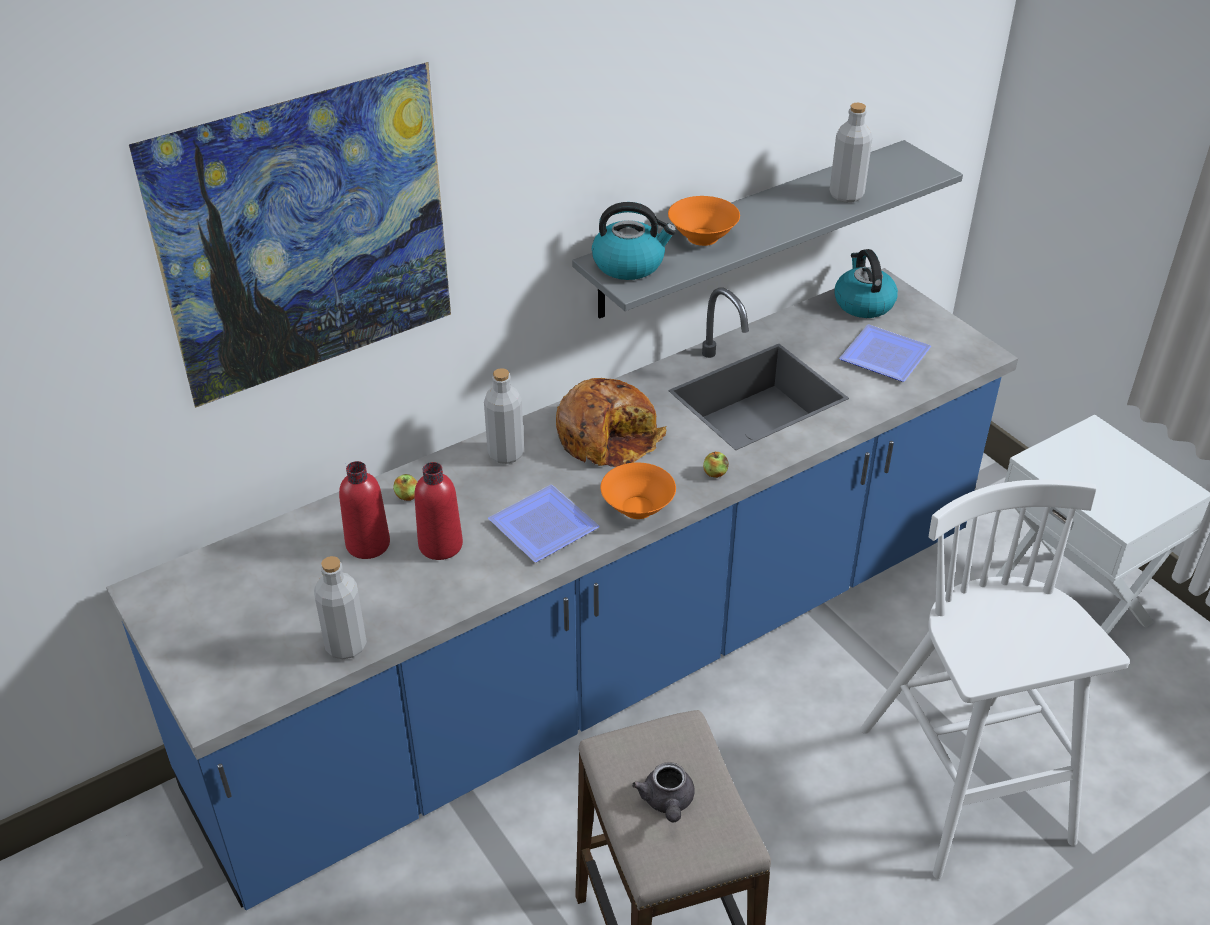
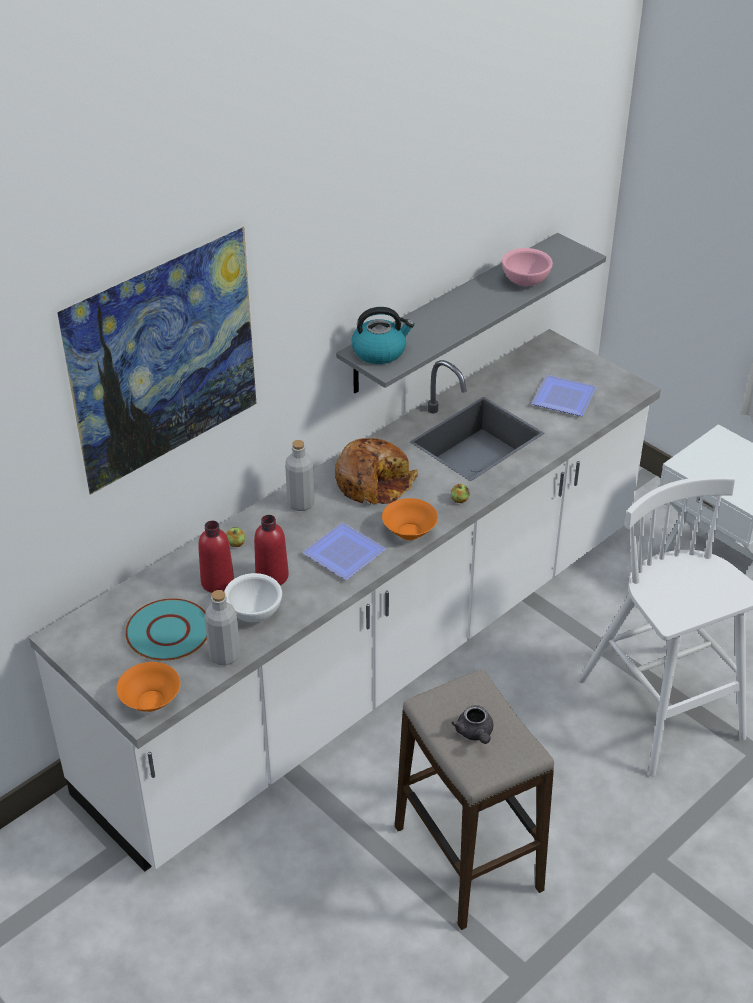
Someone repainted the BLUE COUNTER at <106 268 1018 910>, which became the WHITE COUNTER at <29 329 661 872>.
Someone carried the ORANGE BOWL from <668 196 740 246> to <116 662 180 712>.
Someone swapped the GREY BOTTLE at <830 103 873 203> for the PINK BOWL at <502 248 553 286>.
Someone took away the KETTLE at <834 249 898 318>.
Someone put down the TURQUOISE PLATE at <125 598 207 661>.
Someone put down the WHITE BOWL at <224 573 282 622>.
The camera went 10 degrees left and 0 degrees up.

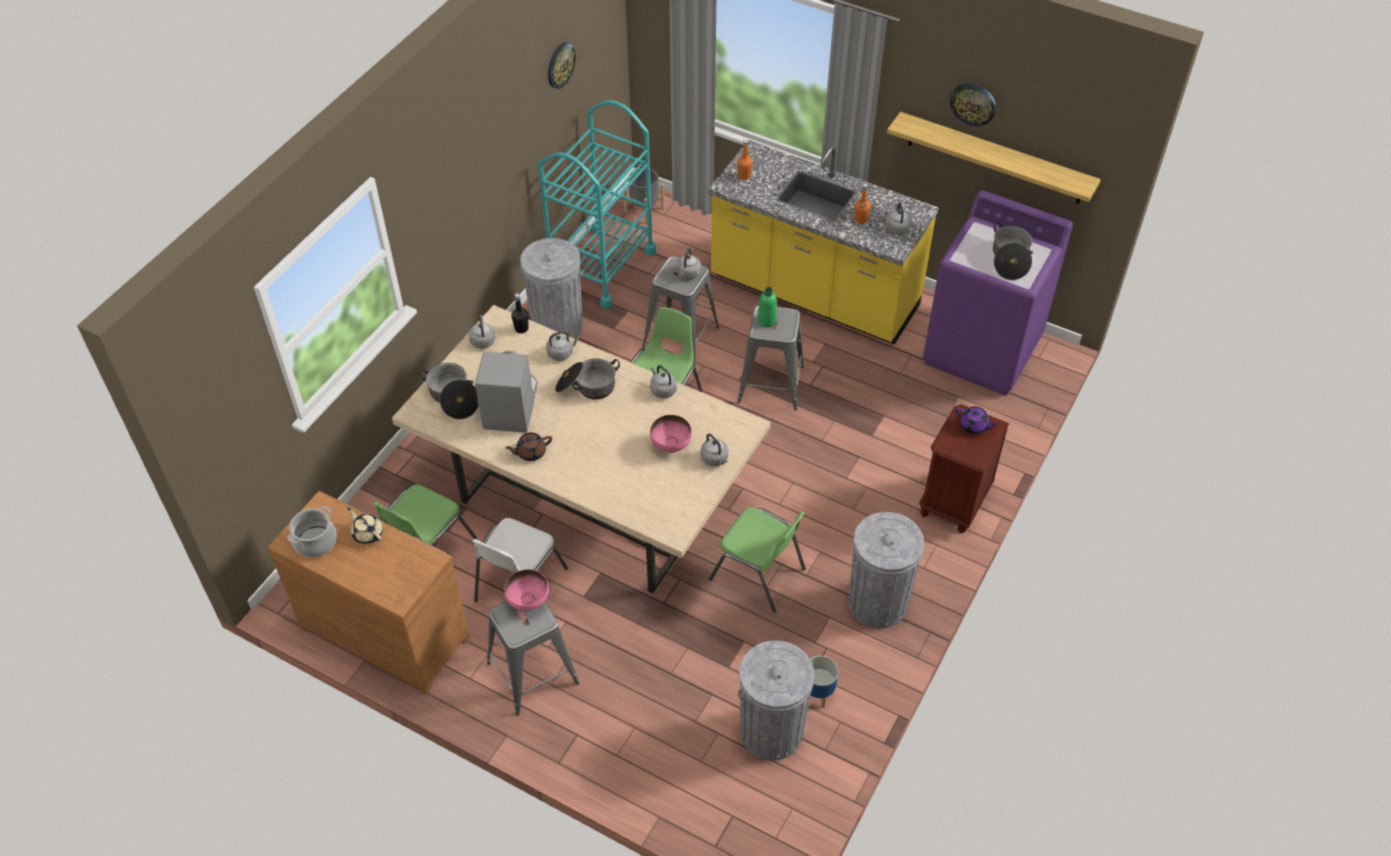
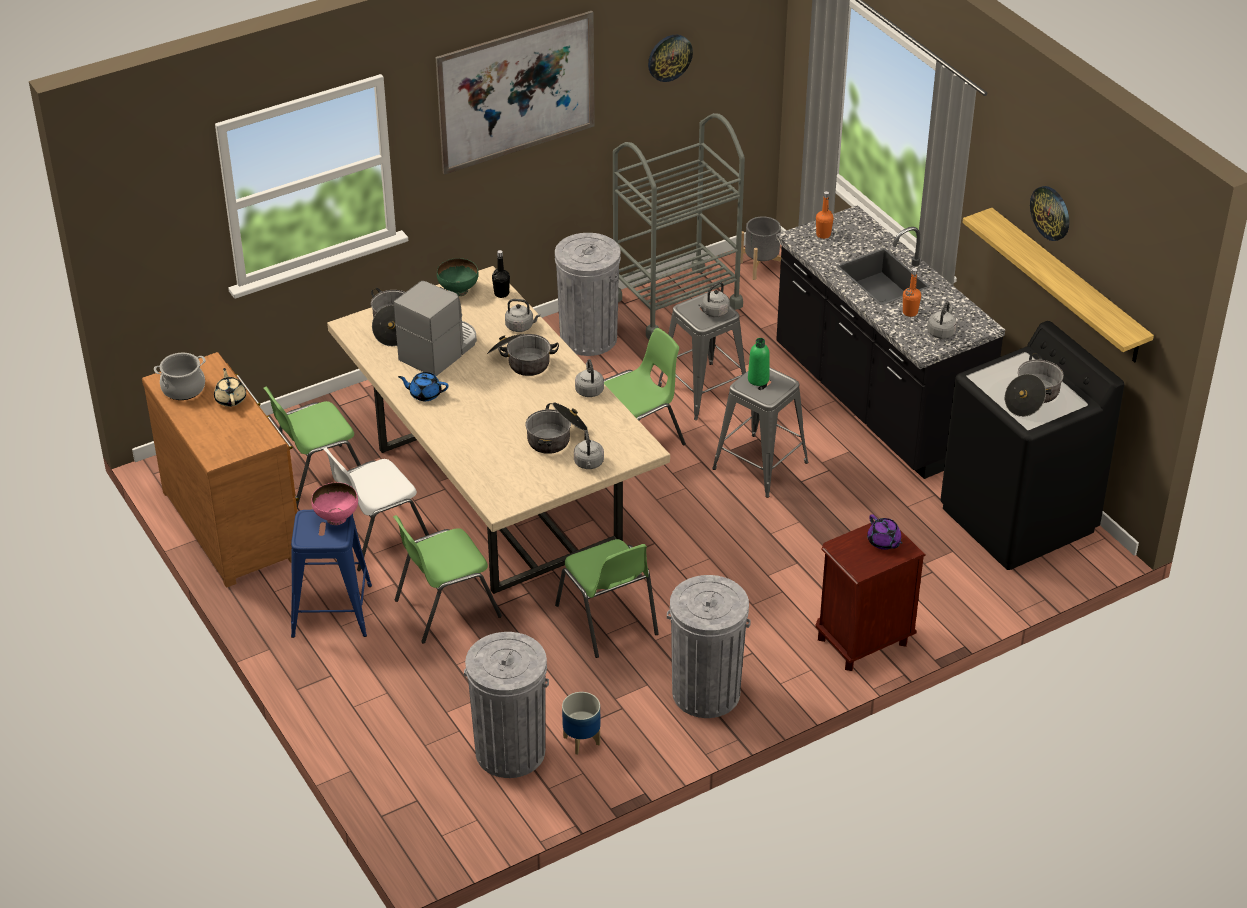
Someone swapped the GREY KETTLE at <469 315 495 349> for the GREEN BOWL at <437 258 479 296>.
Someone repainted the GREY STOOL at <487 600 579 715>, which became the BLUE STOOL at <291 510 372 638>.
Someone repainted the BROWN TEAPOT at <505 432 552 461>, which became the BLUE TEAPOT at <398 372 449 401>.
Someone repainted the TURQUOISE CART at <538 100 656 309>, which became the GREY CART at <613 113 745 339>.
Someone swapped the PINK BOWL at <650 415 692 453> for the COOKING POT at <525 403 588 454>.
Someone repainted the YELLOW COUNTER at <708 140 939 345>, which became the BLACK COUNTER at <776 205 1005 479>.
Someone repainted the PURPLE WASHING MACHINE at <923 190 1073 395>, which became the BLACK WASHING MACHINE at <940 321 1124 570>.
Someone put down the GREEN CHAIR at <393 515 502 644>.
Someone put up the PICTURE at <436 11 595 175>.
The camera went 30 degrees right and 10 degrees down.

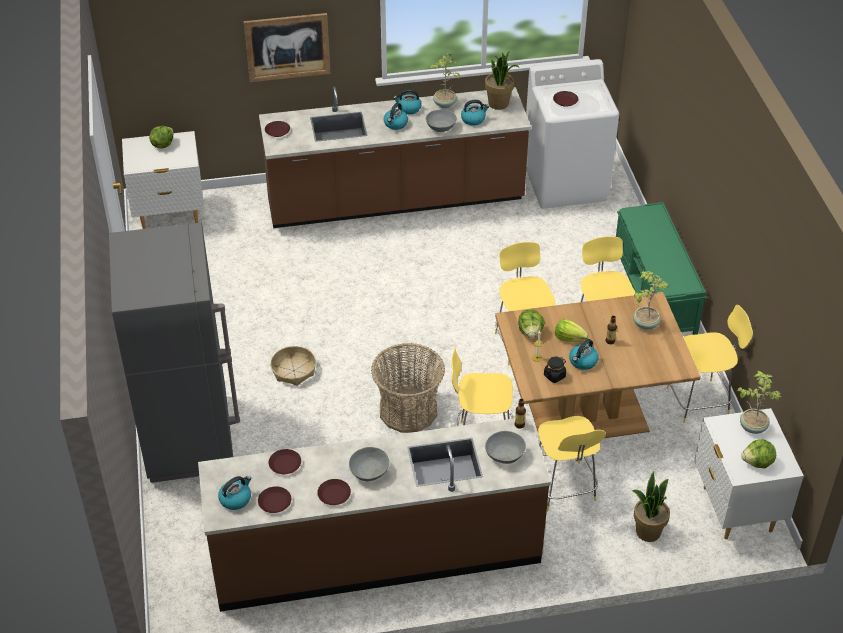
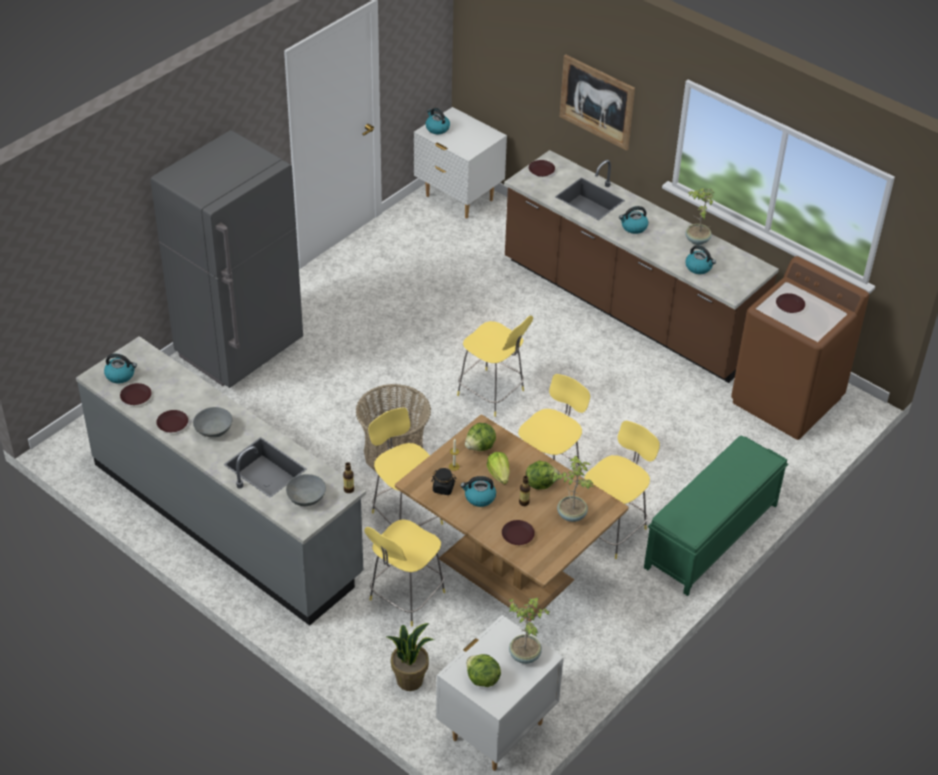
Someone carried the LETTUCE from <149 126 174 149> to <526 461 560 490>.
Someone repainted the BROWN COUNTER at <198 416 551 612>, which became the GREY COUNTER at <76 336 366 626>.
Someone carried the BROWN PLATE from <269 449 301 474> to <502 520 535 545>.
Someone took away the BASKET at <270 346 316 386>.
Someone carried the KETTLE from <393 89 422 115> to <426 108 450 134>.
Someone took away the GREY BOWL at <426 110 457 132>.
Someone took away the POTTED PLANT at <485 51 519 110>.
Someone repainted the WHITE WASHING MACHINE at <526 59 619 209>, which became the BROWN WASHING MACHINE at <731 256 869 440>.
Someone carried the YELLOW STOOL from <666 305 753 423> to <457 315 533 417>.
The camera went 50 degrees right and 0 degrees up.

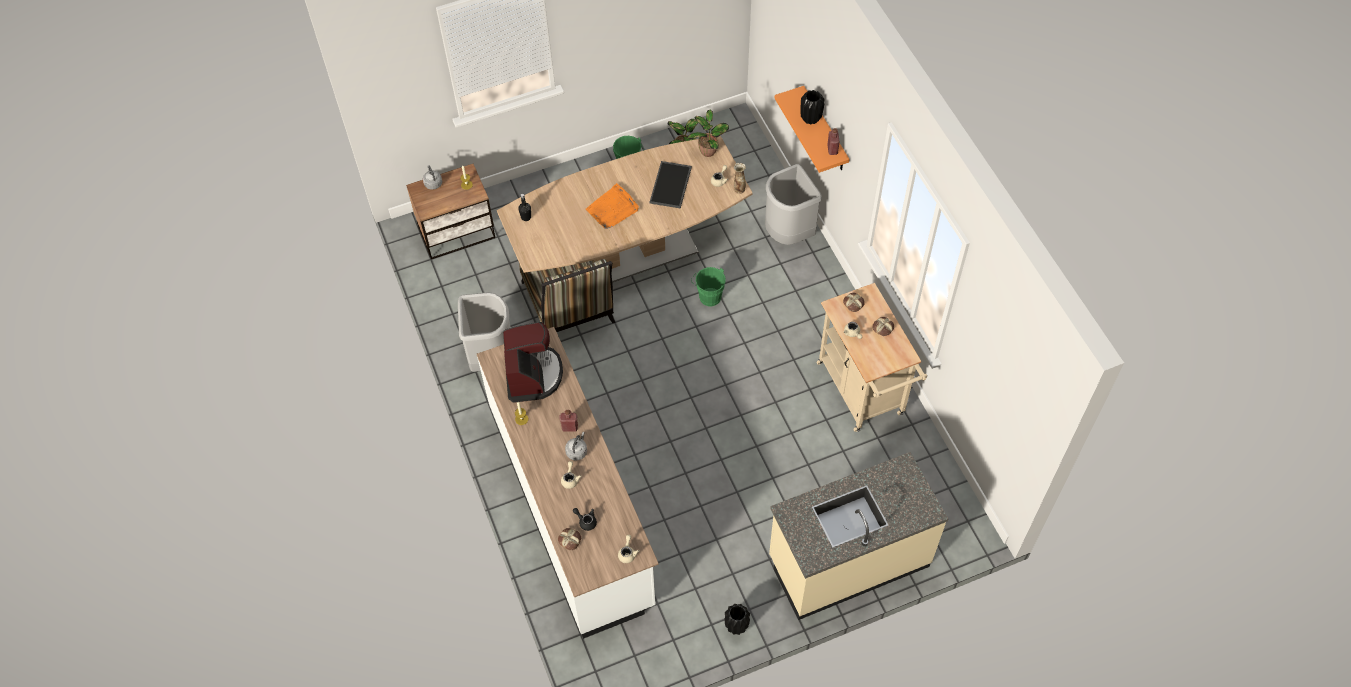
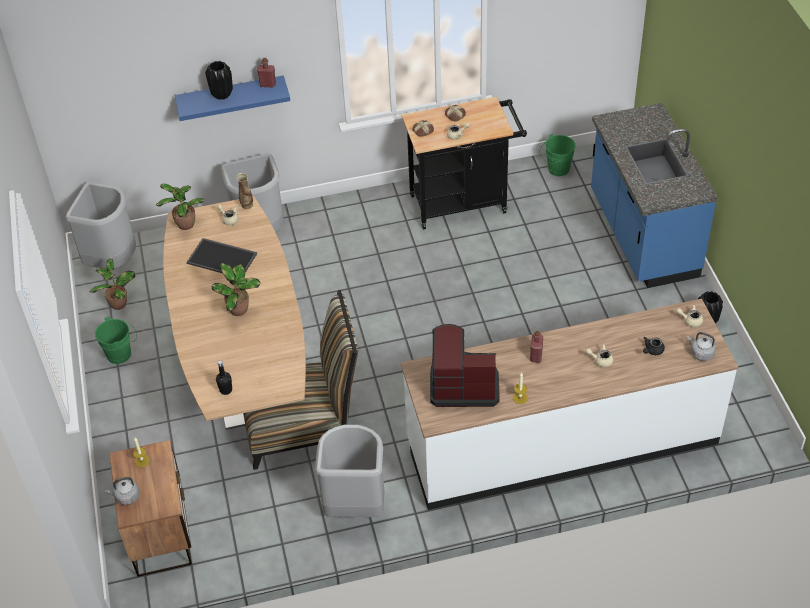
Someone took away the BREAD at <558 528 581 550>.
Someone carried the GREY KETTLE from <565 432 587 461> to <687 332 716 361>.
Someone swapped the ORANGE TRAY at <586 183 639 229> for the POTTED PLANT at <212 263 261 316>.
Someone carried the GREEN BUCKET from <691 267 726 306> to <540 134 576 176>.
Someone repainted the BEIGE COUNTER at <769 452 948 620>, which became the BLUE COUNTER at <591 103 718 288>.
Someone repainted the ORANGE SHELF at <774 86 850 173>, which became the BLUE SHELF at <175 75 290 121>.
Someone repainted the BEIGE CART at <817 283 927 432>, which became the BLACK CART at <402 97 527 229>.
Someone put down the GREY TRASH CAN at <66 182 136 269>.
The camera went 80 degrees left and 10 degrees down.

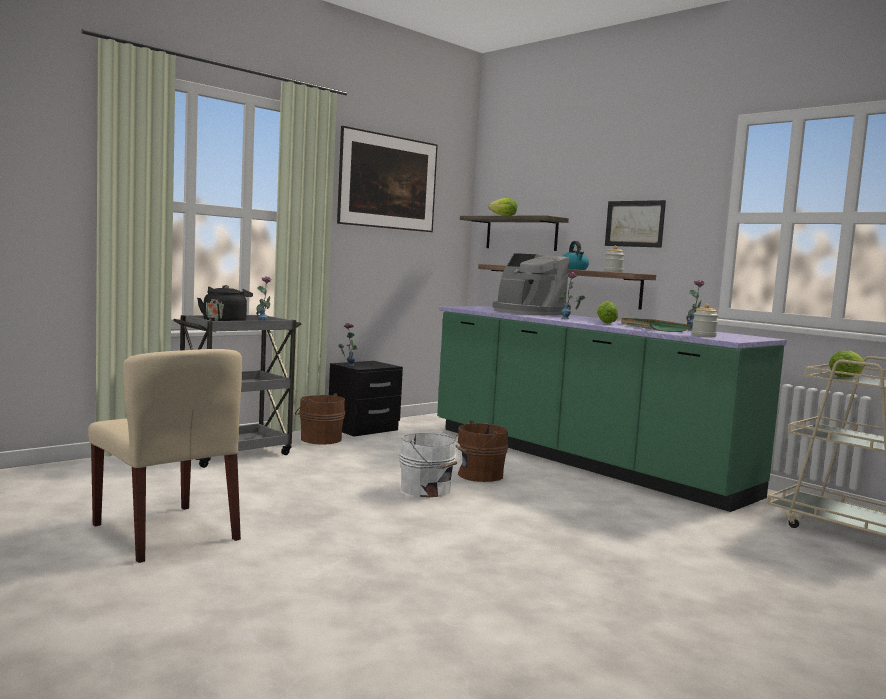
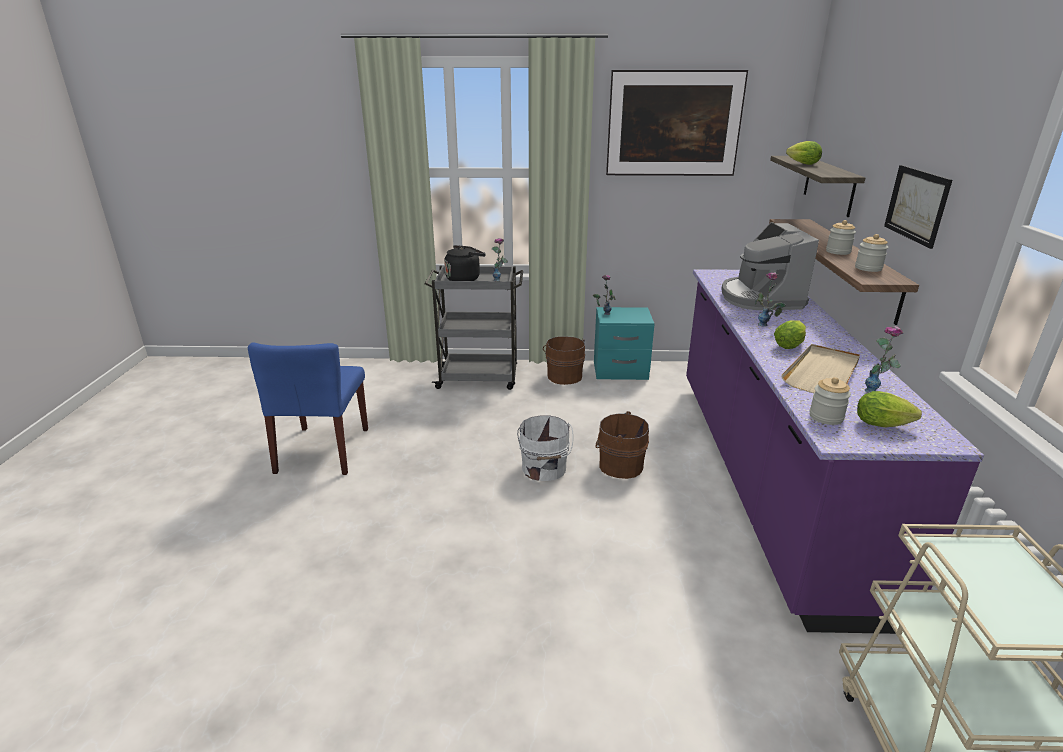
Someone repainted the BEIGE CHAIR at <88 349 242 563>, which became the BLUE CHAIR at <248 342 368 475>.
Someone repainted the BLACK NIGHTSTAND at <329 361 403 436>, which became the TURQUOISE NIGHTSTAND at <594 307 654 380>.
Someone repainted the GREEN COUNTER at <437 306 786 512>, which became the PURPLE COUNTER at <686 269 984 634>.
Someone swapped the KETTLE at <562 241 589 270> for the JAR at <826 220 856 255>.
Someone repainted the GREEN TRAY at <621 318 692 332>, which became the BEIGE TRAY at <781 344 860 393>.
Someone carried the LETTUCE from <829 351 866 378> to <857 391 922 427>.
The camera went 45 degrees right and 20 degrees up.

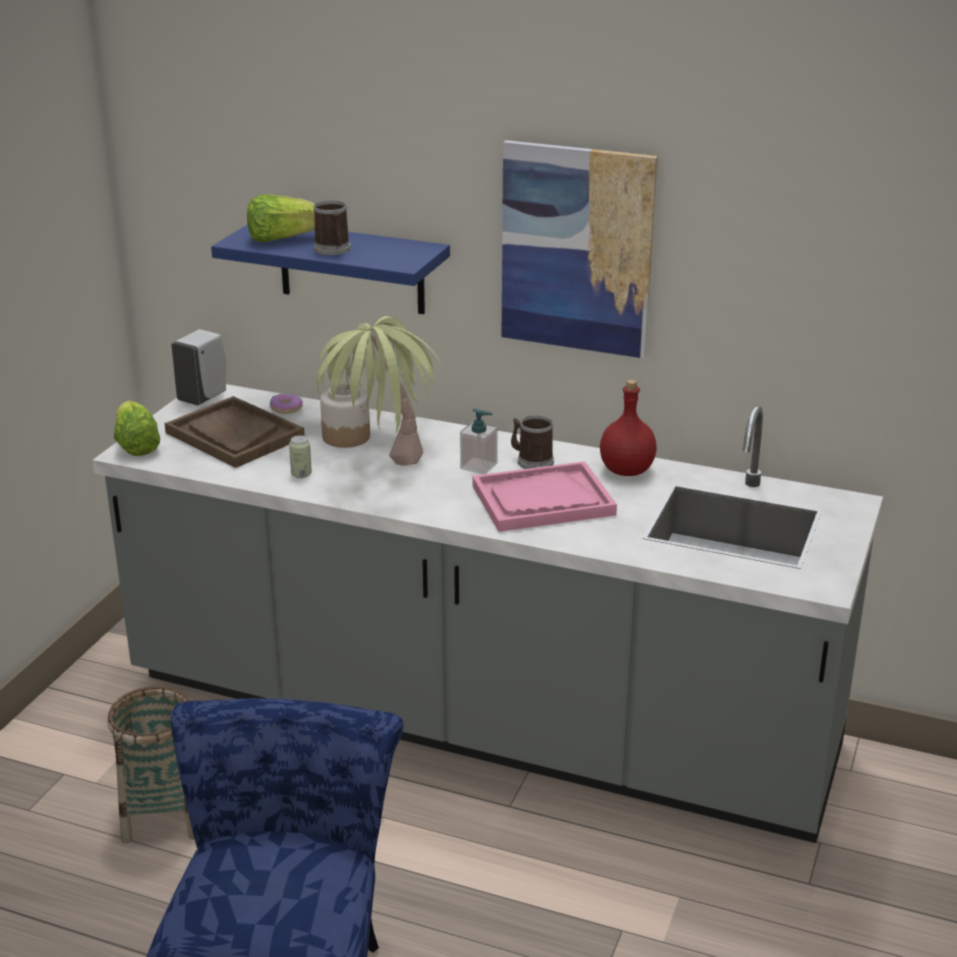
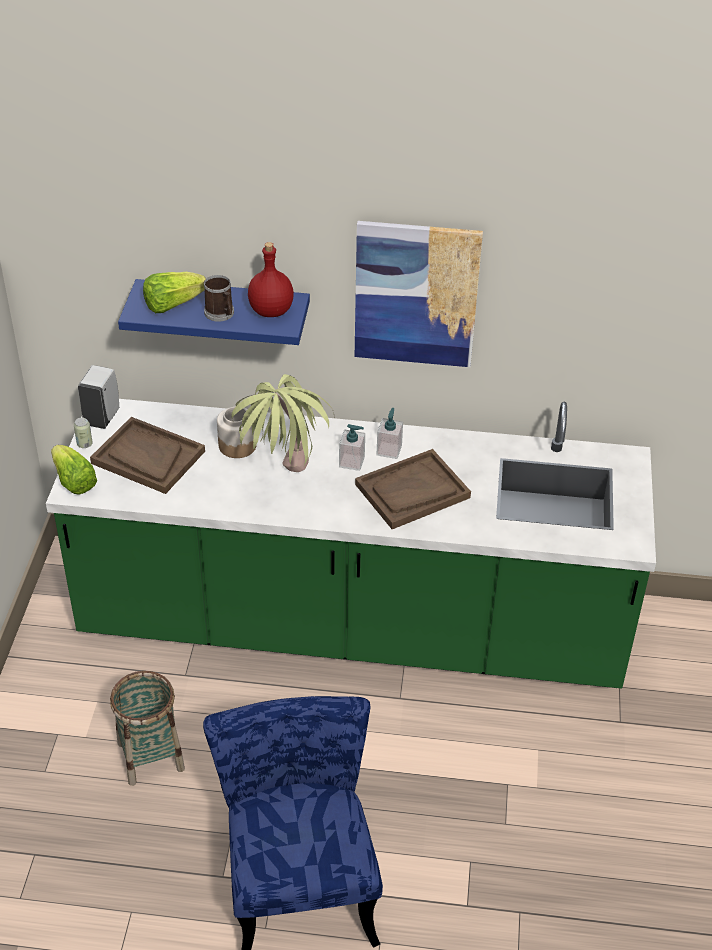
Someone repainted the GREY COUNTER at <92 384 883 843>, which became the GREEN COUNTER at <46 399 656 688>.
Someone took away the DONUT at <270 393 303 414>.
Someone carried the CAN from <289 435 312 478> to <74 417 92 448>.
Someone repainted the PINK TRAY at <472 461 617 532>, which became the BROWN TRAY at <355 449 471 529>.
Someone swapped the MUG at <511 415 554 469> for the SOAP DISPENSER at <377 408 403 459>.
Someone carried the RED BOTTLE from <600 379 657 476> to <248 242 294 317>.
The camera went 15 degrees left and 15 degrees up.

